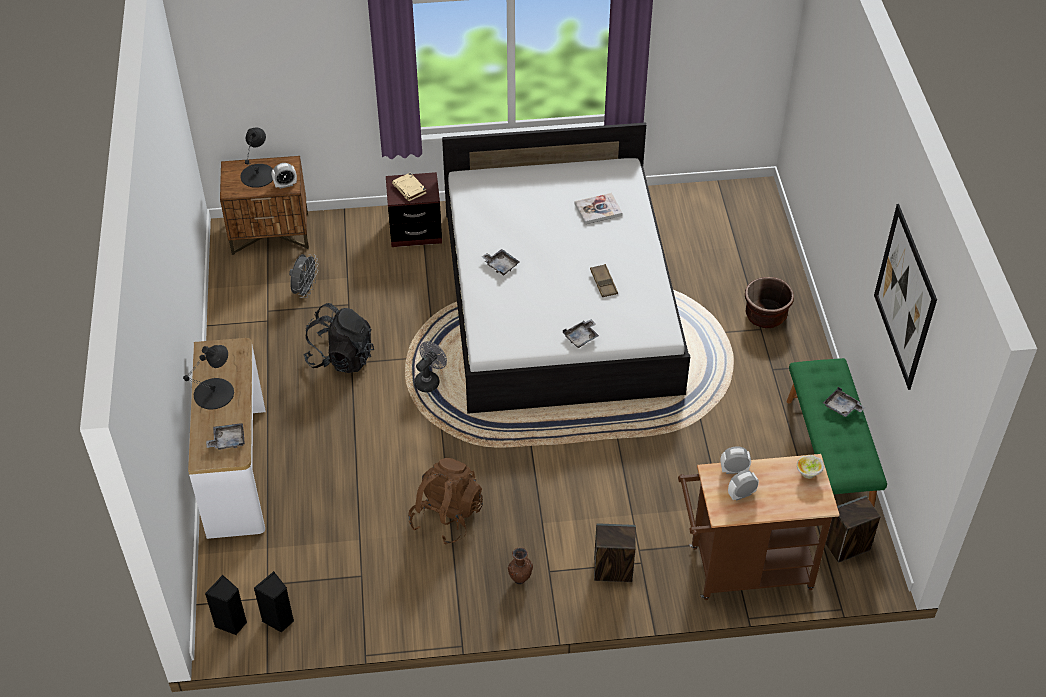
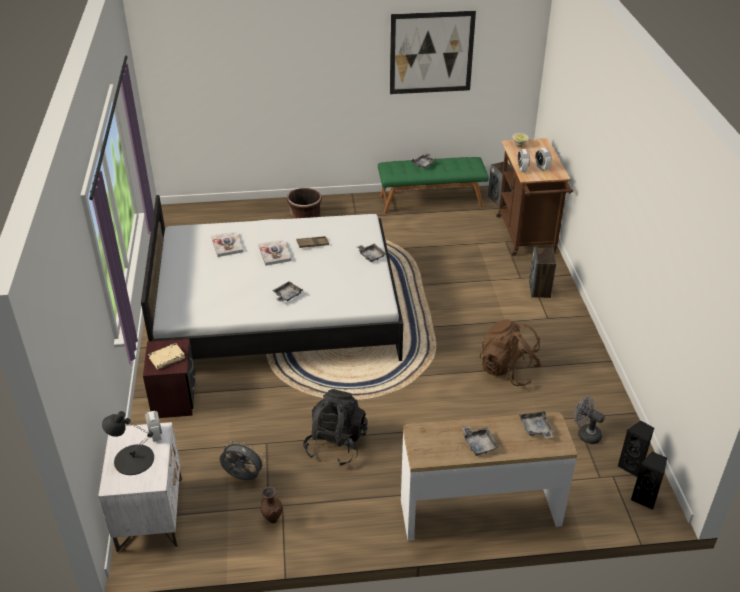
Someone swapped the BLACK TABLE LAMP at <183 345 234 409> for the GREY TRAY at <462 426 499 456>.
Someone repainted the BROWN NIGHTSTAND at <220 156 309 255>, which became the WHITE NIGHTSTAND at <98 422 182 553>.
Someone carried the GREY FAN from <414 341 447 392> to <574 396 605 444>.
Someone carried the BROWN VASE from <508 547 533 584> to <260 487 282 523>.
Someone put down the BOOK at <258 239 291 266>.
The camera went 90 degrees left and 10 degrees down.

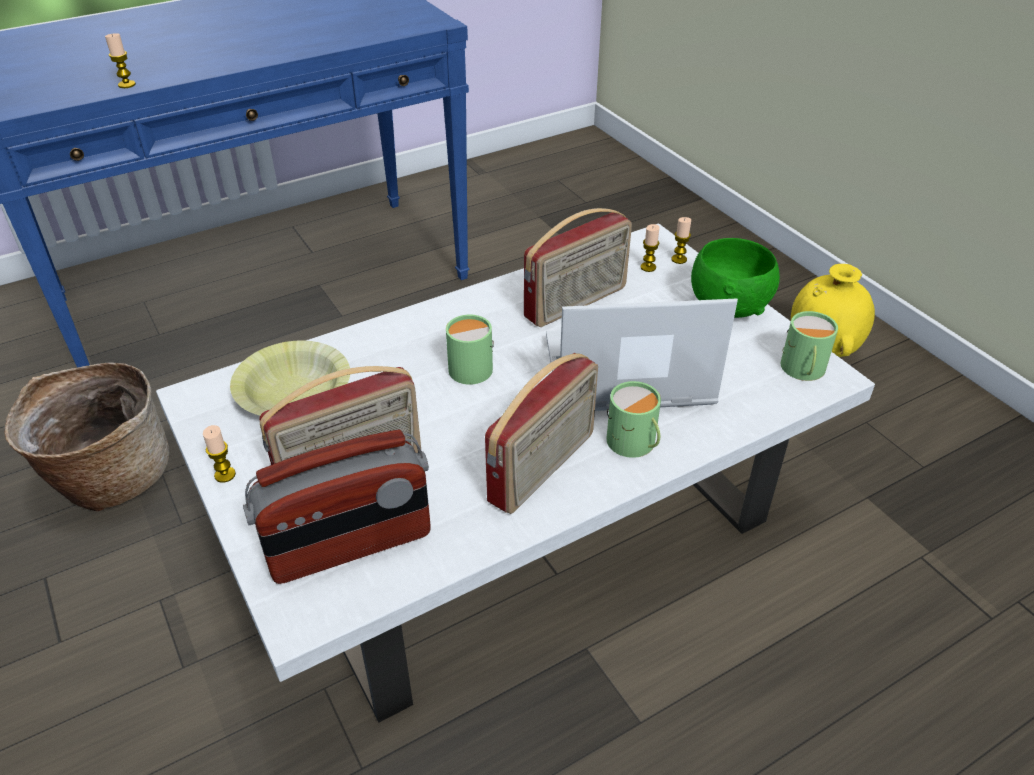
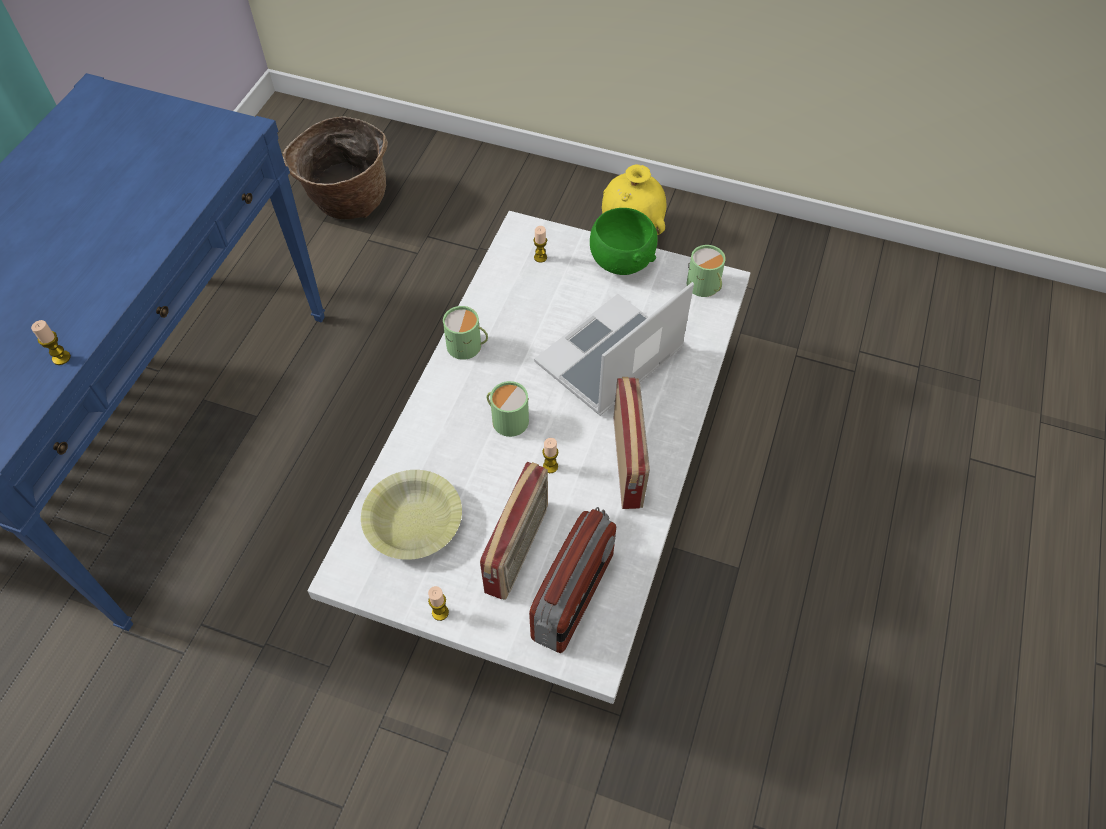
Someone carried the BASKET from <5 362 169 512> to <283 116 388 219>.
Someone took away the RADIO at <524 208 632 327>.
Someone carried the GREEN MUG from <606 381 661 458> to <443 306 488 360>.
Someone carried the CANDLE from <671 217 691 264> to <542 438 559 473>.
The camera went 40 degrees left and 15 degrees up.

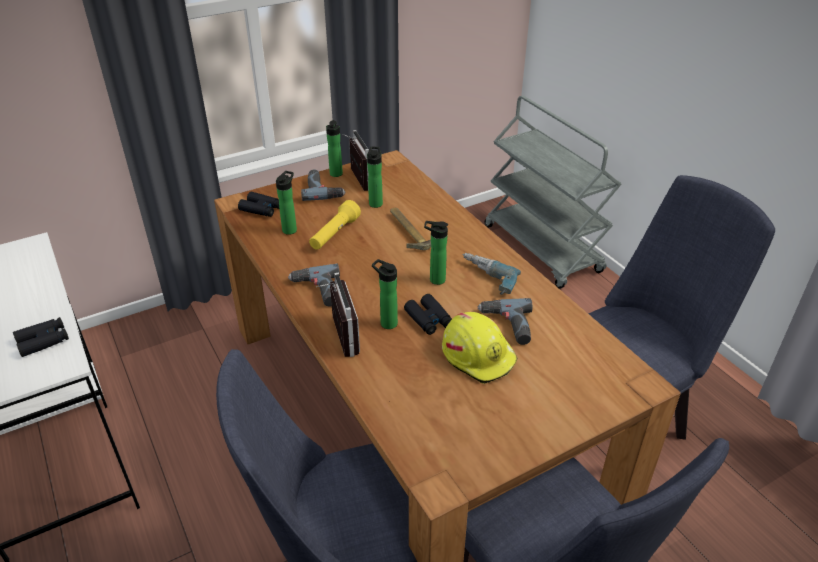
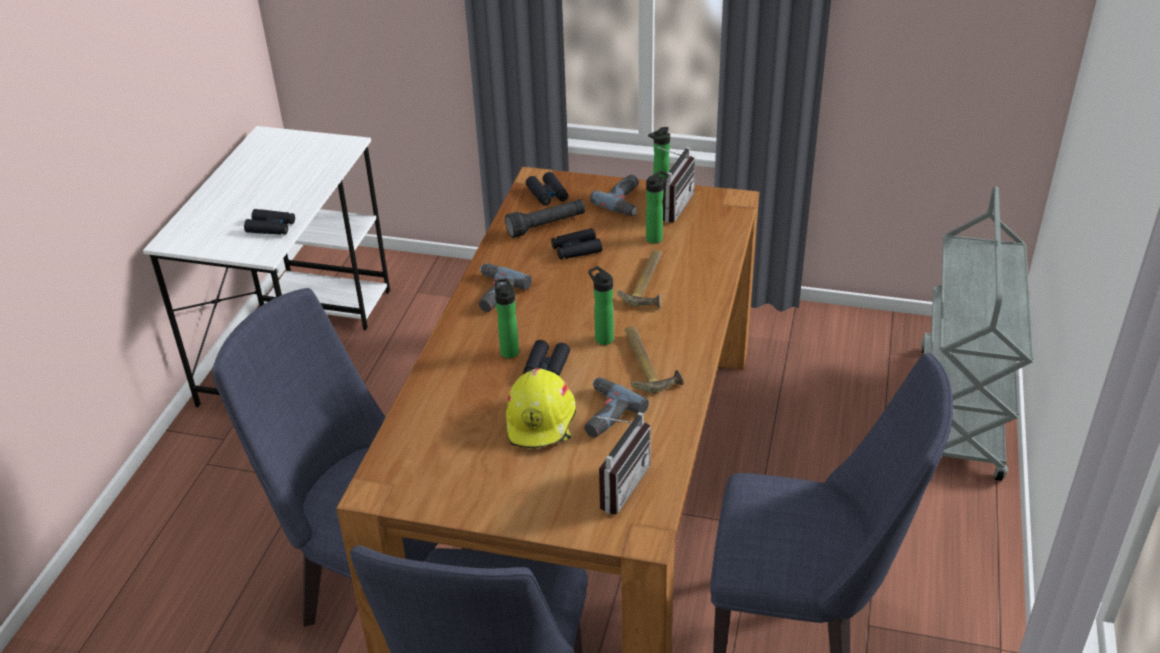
Someone swapped the BOTTLE at <276 171 297 235> for the BLACK FLASHLIGHT at <505 199 585 238>.
Someone swapped the YELLOW FLASHLIGHT at <309 200 361 250> for the BLACK BINOCULARS at <551 228 602 260>.
Someone carried the RADIO from <316 272 360 357> to <592 412 651 514>.
Someone swapped the POWER DRILL at <463 253 521 295> for the HAMMER at <625 326 684 393>.
The camera went 45 degrees right and 0 degrees up.

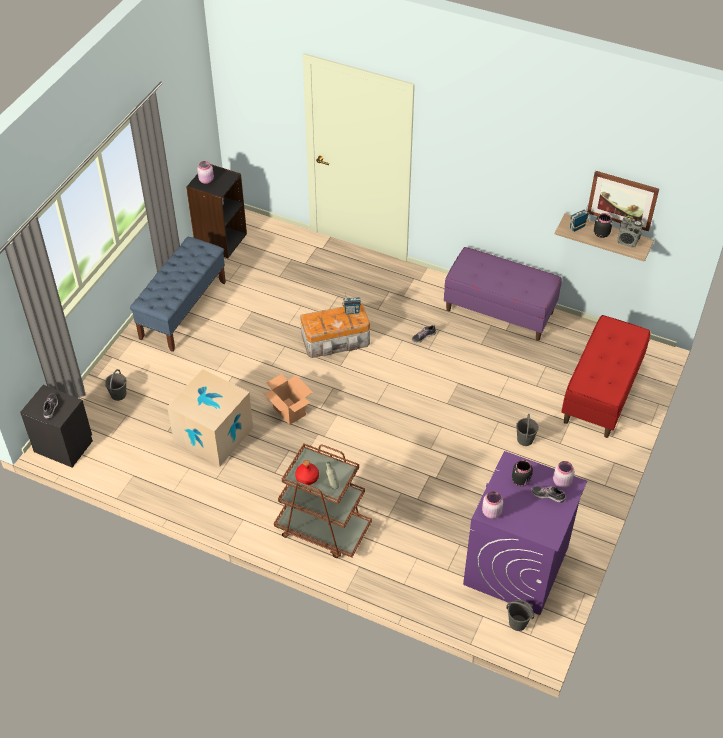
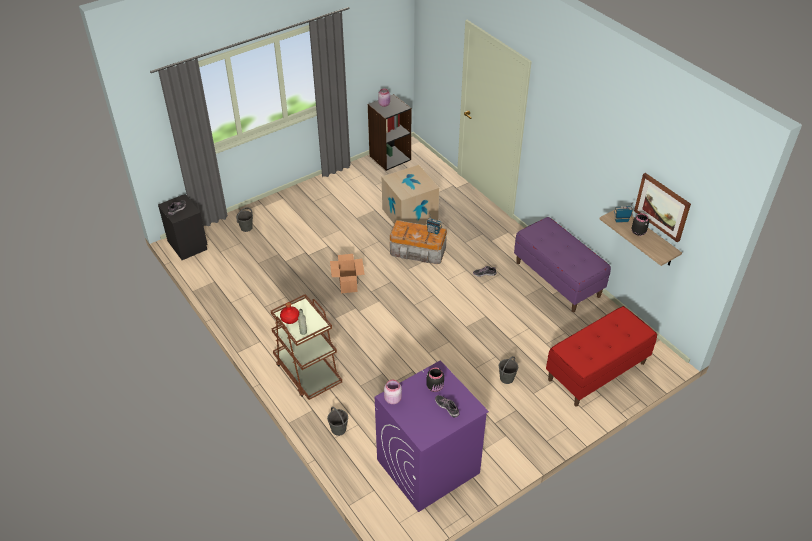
Someone took away the BLUE BENCH at <130 237 226 352>.
Someone carried the CARDBOARD BOX from <167 369 253 467> to <382 165 439 225>.
Someone carried the GREY BUCKET from <506 600 534 631> to <327 407 348 436>.
Someone took away the PINK JAR at <553 461 575 488>.
Someone took away the RADIO at <617 216 643 247>.
The camera went 30 degrees right and 5 degrees down.

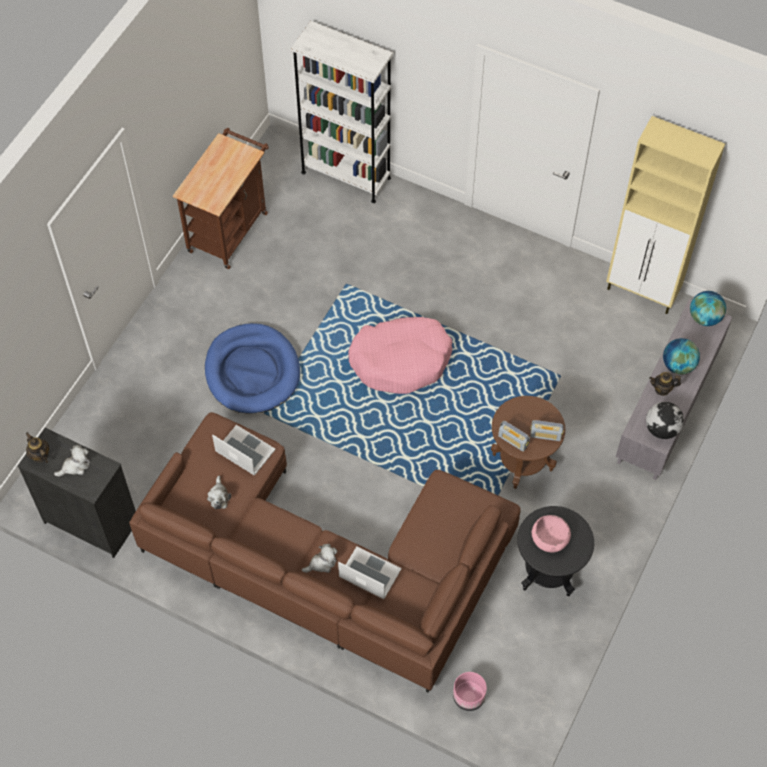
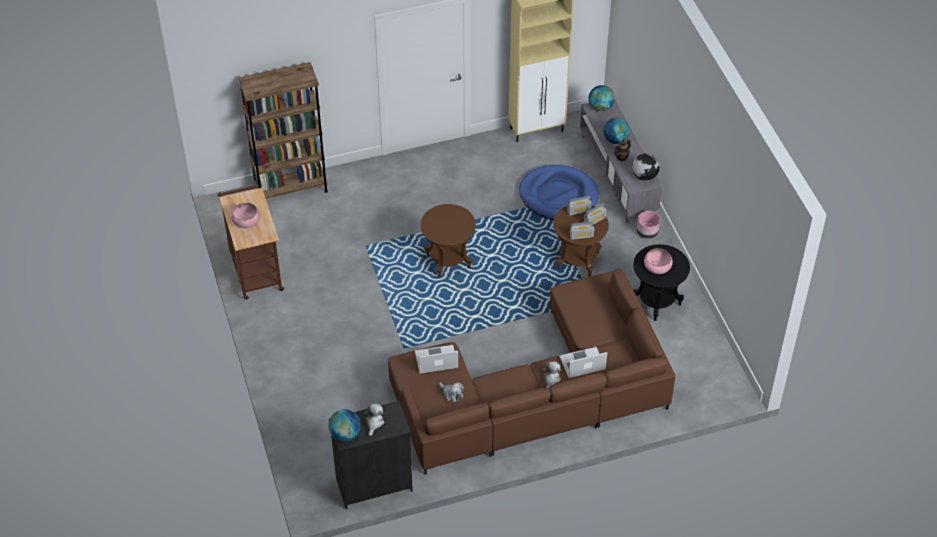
Someone swapped the TEAPOT at <26 432 49 463> for the GLOBE at <328 409 361 442>.
Someone carried the BLUE DOG BED from <205 323 300 414> to <519 165 599 220>.
Someone repainted the WHITE BOOKCASE at <291 21 393 203>, which became the BROWN BOOKCASE at <238 62 328 199>.
Someone swapped the PINK DOG BED at <348 317 452 394> for the BROWN SIDE TABLE at <420 204 476 278>.
Someone carried the PINK PLANTER from <453 672 487 711> to <637 211 660 239>.
Someone put down the PINK BOWL at <231 202 260 228>.
Someone put down the RADIO at <567 196 592 216>.
The camera went 45 degrees left and 10 degrees down.

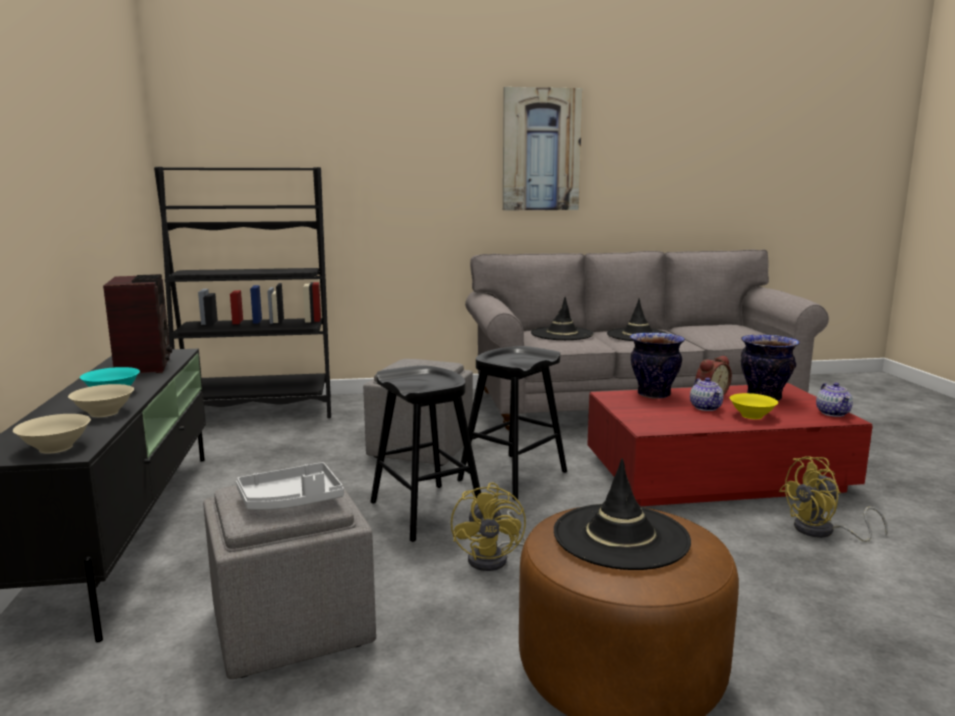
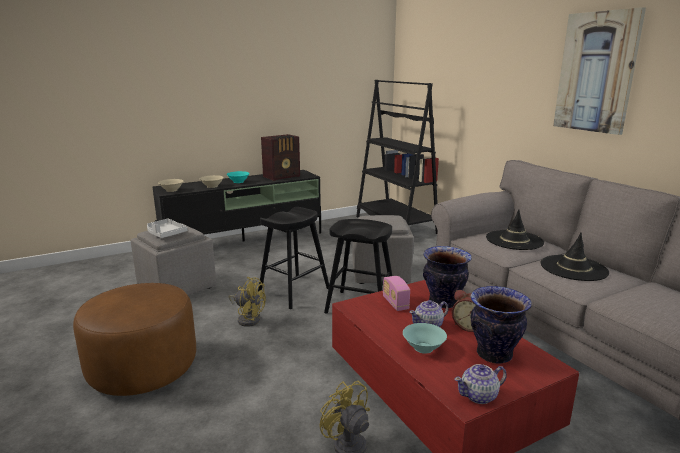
Someone rotated the YELLOW FAN at <451 482 526 571> by 135 degrees counterclockwise.
Someone took away the BLACK HAT at <554 459 691 570>.
Someone repainted the YELLOW BOWL at <730 393 778 419>, which became the TURQUOISE BOWL at <403 323 447 354>.
Someone put down the RADIO at <383 276 410 311>.
The camera went 70 degrees right and 5 degrees up.

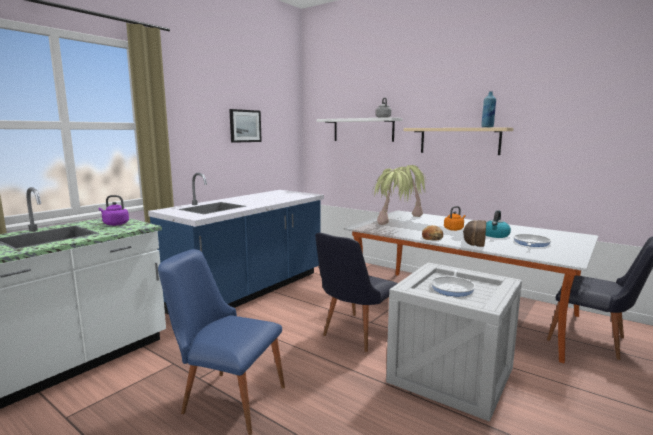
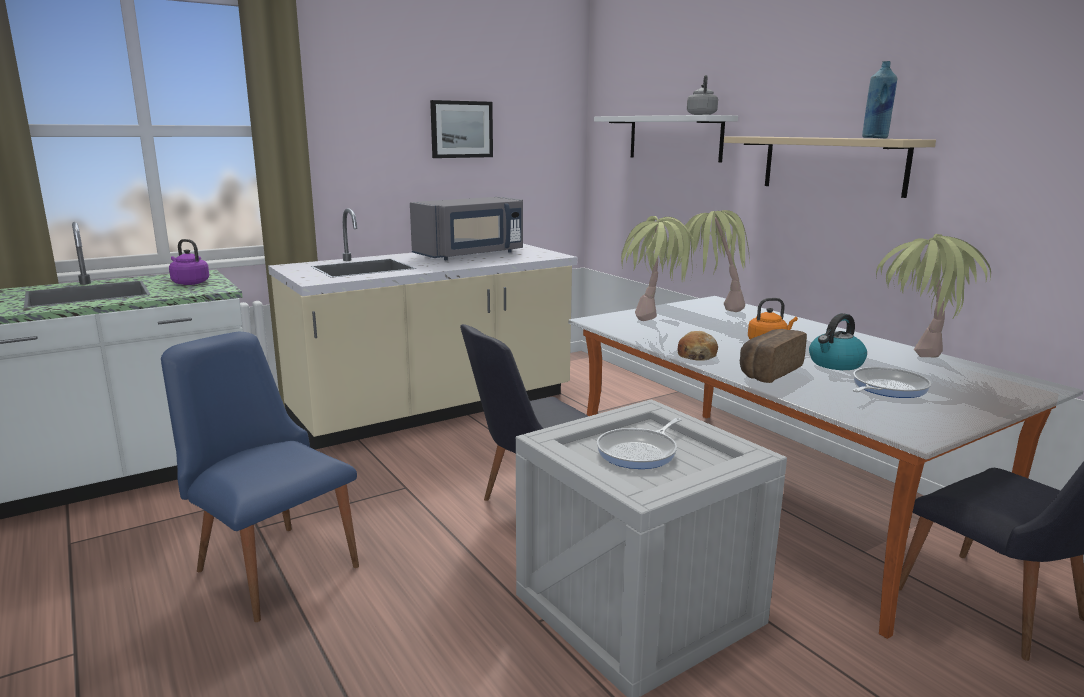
Someone repainted the BLUE COUNTER at <148 173 324 315>, which became the BEIGE COUNTER at <268 208 577 450>.
Someone put down the GREY MICROWAVE at <410 197 523 260>.
Someone put down the POTTED PLANT at <876 234 991 357>.
The camera went 20 degrees right and 5 degrees up.

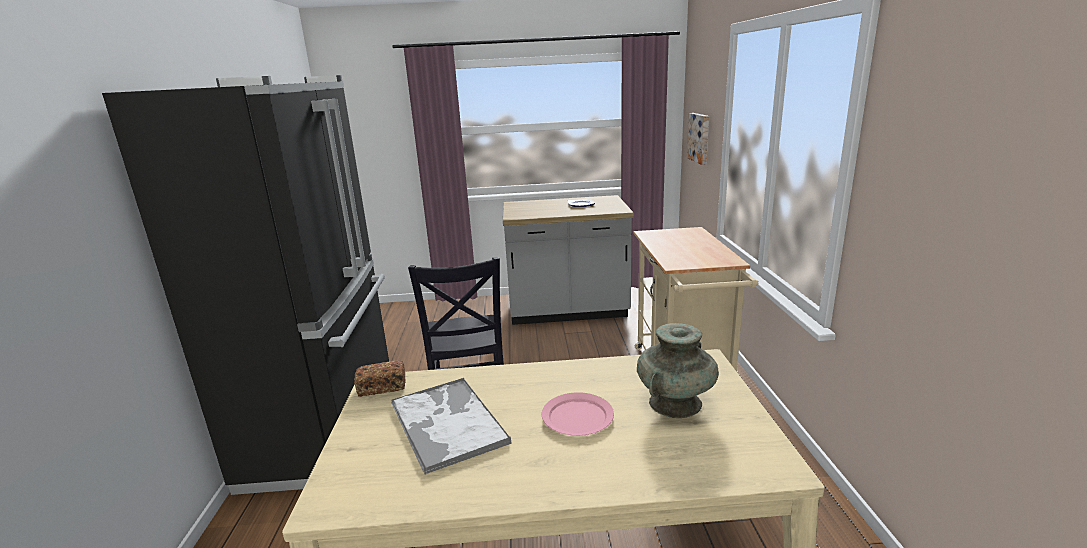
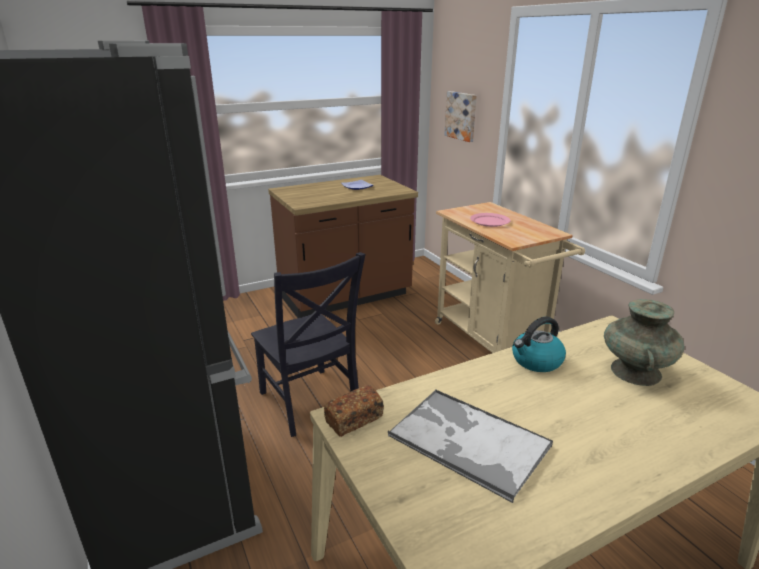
Someone repainted the GREY COUNTER at <503 195 634 325>, which became the BROWN COUNTER at <268 175 418 318>.
Someone carried the PINK PLATE from <542 392 614 436> to <470 213 510 227>.
Someone put down the KETTLE at <512 317 566 372>.
The camera went 25 degrees left and 5 degrees up.

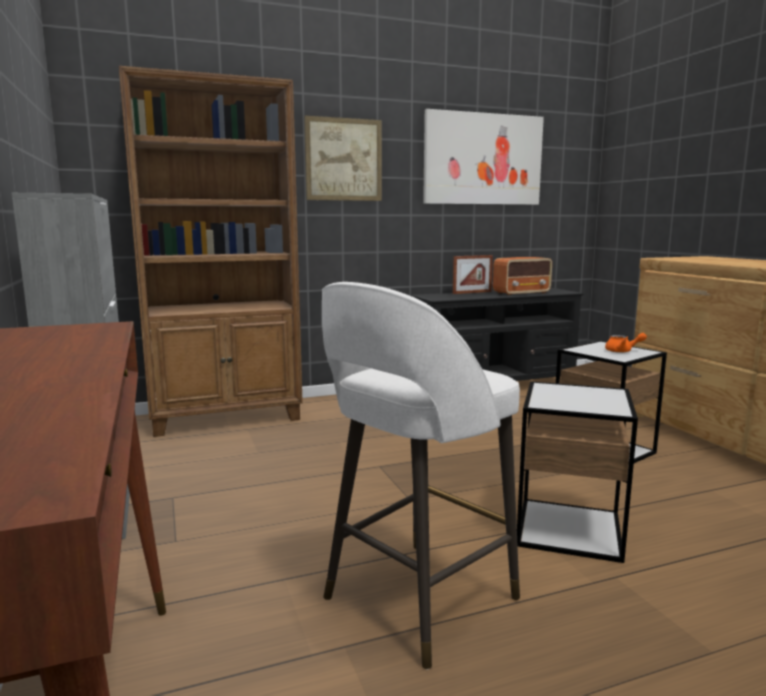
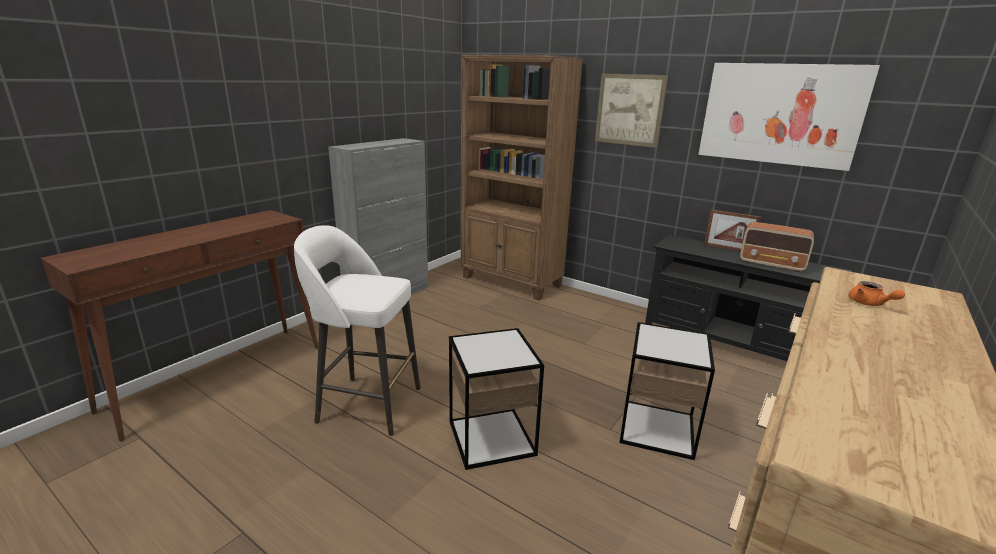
Someone carried the ORANGE TEAPOT from <605 333 647 353> to <849 281 905 306>.
The camera went 55 degrees right and 10 degrees up.

